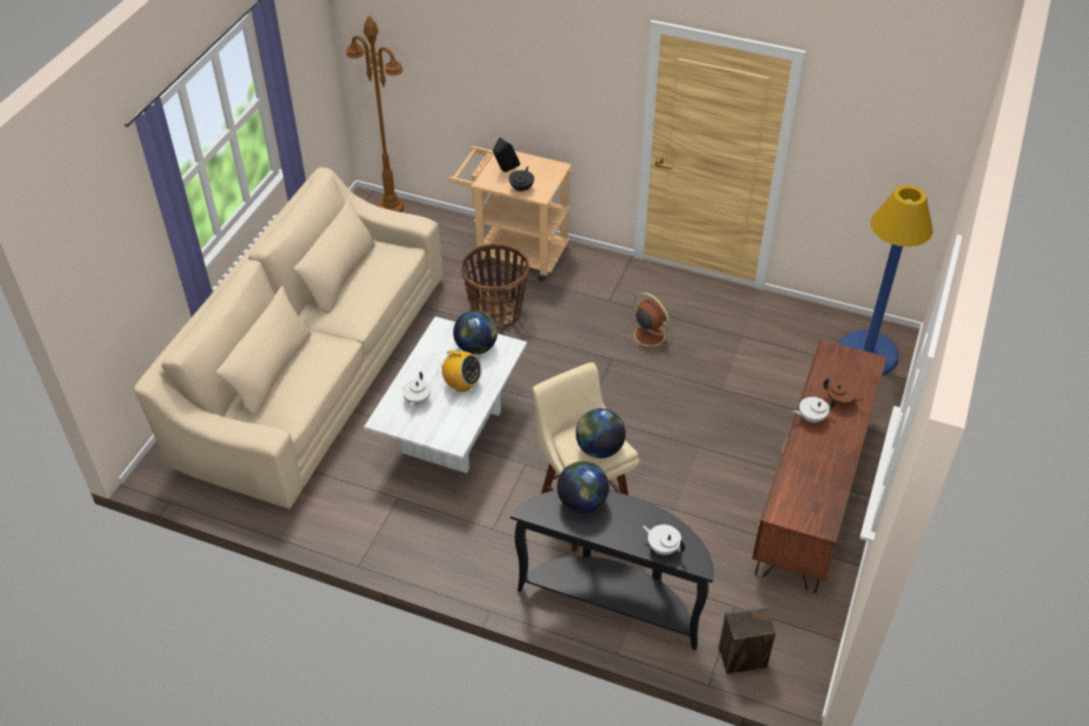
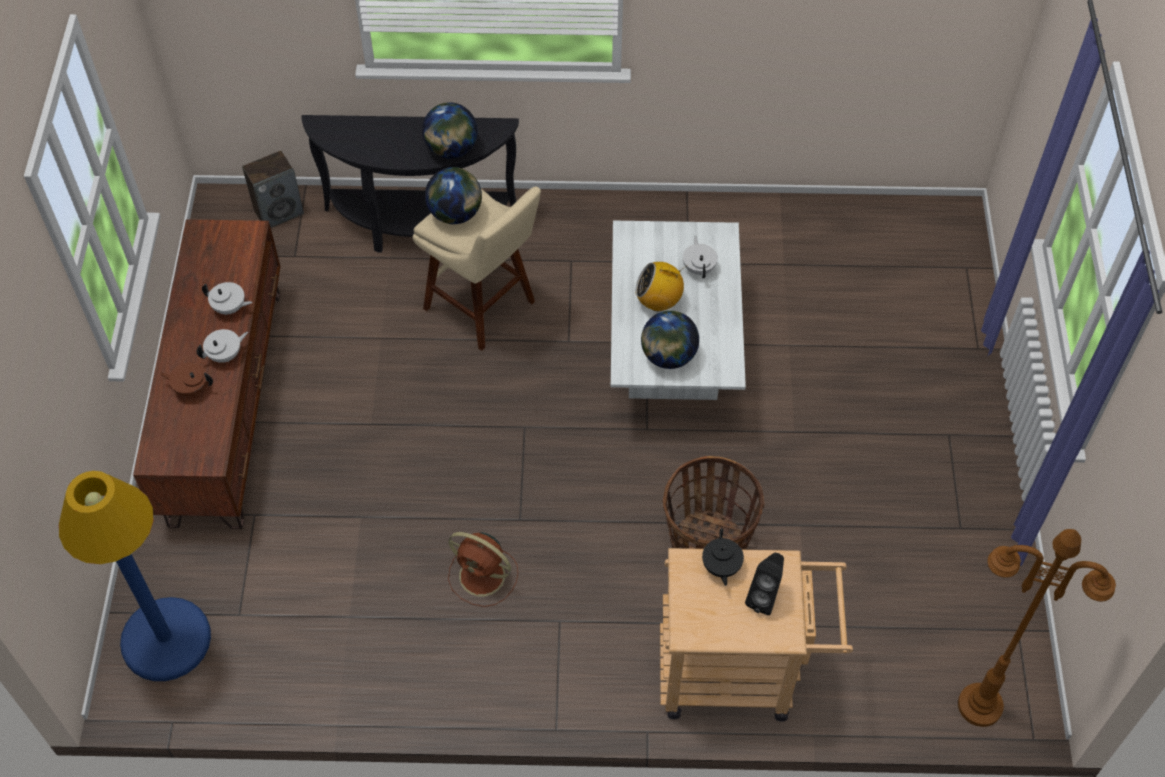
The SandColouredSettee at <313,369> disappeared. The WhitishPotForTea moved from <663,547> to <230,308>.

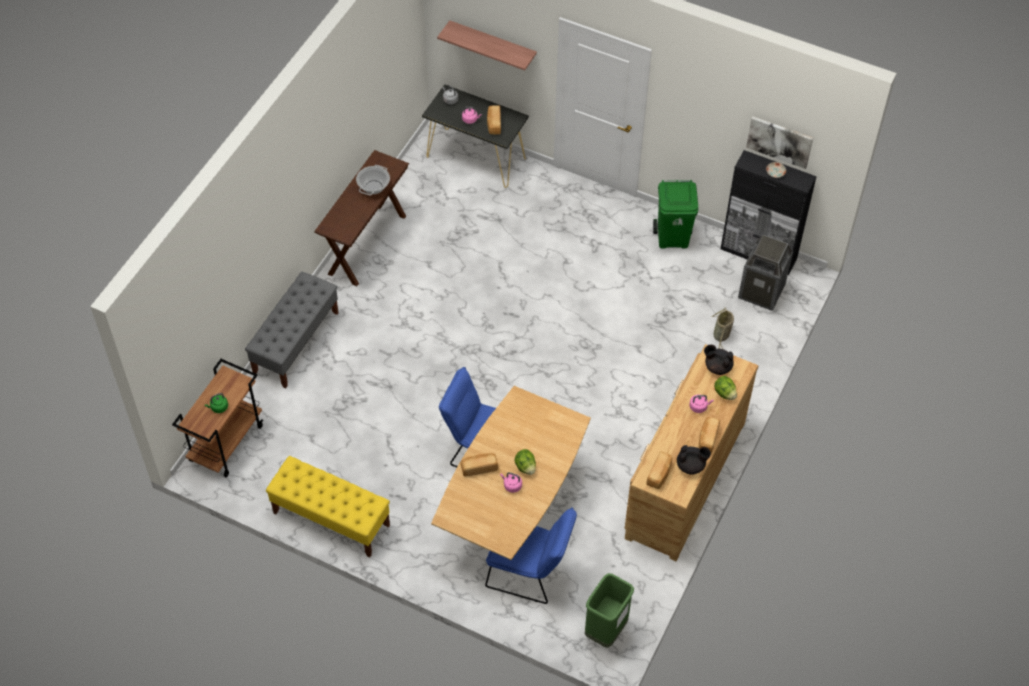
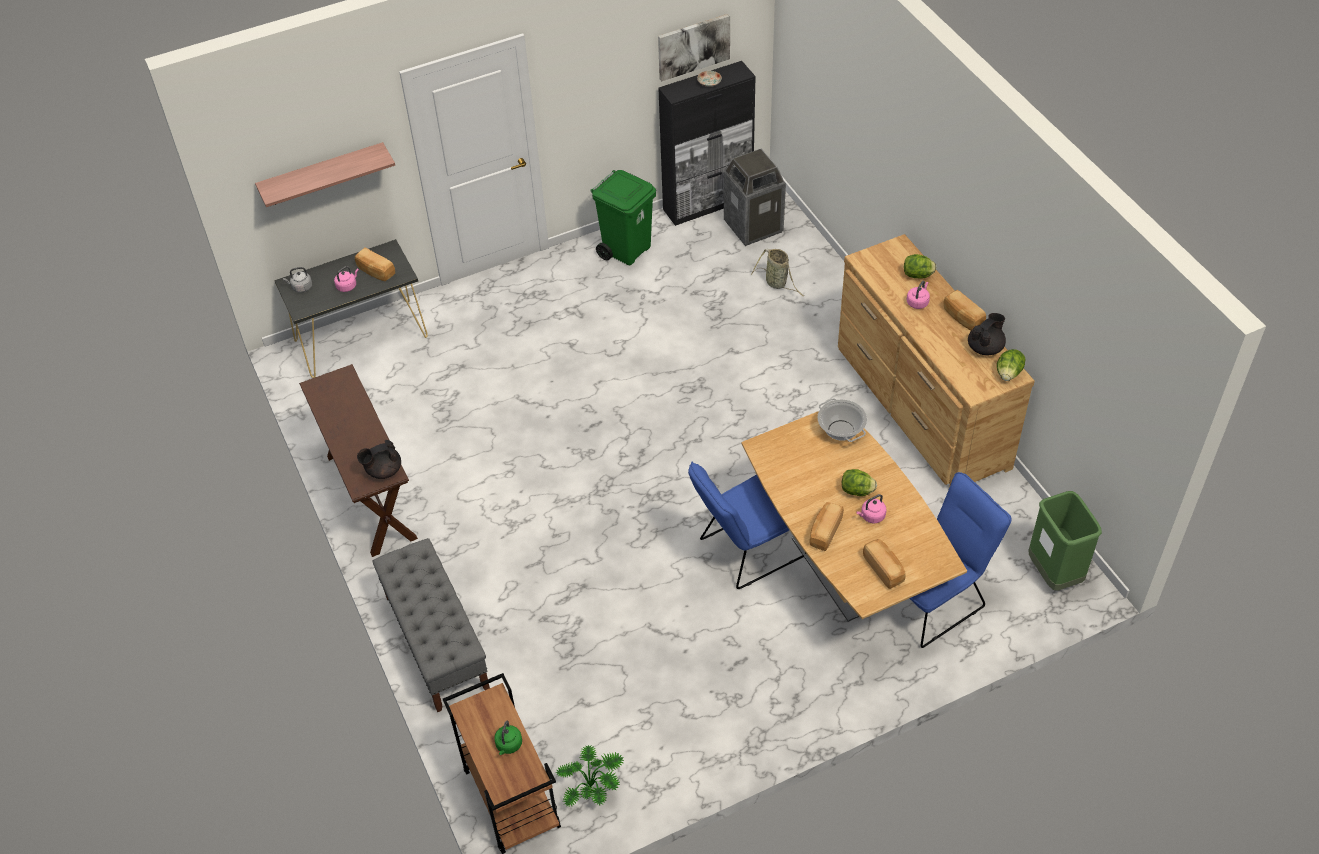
The YellowColouredLongSeat at <331,519> disappeared. The Stockpot moved from <373,187> to <840,430>. The BakedBread moved from <659,474> to <884,569>. The BlackPotForTea moved from <717,367> to <383,470>. The Houseplant at <593,789> appeared. The HeadOfLettuce at <1008,374> appeared.

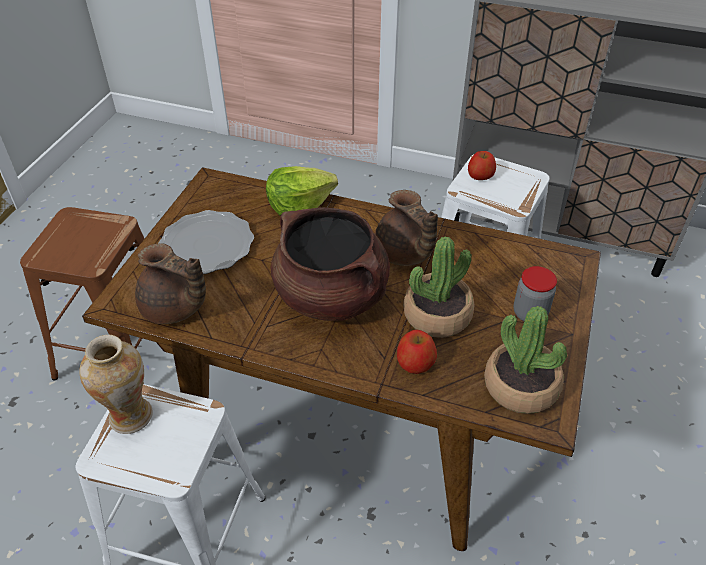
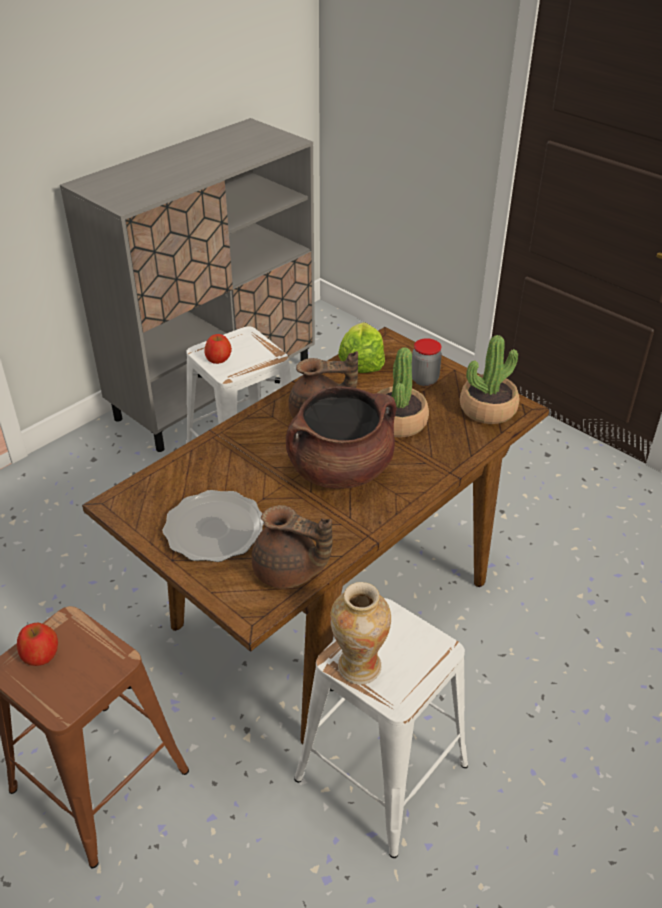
The BrownishPotForTea at <174,309> turned 60 degrees clockwise. The HeadOfLettuce moved from <299,205> to <361,362>. The Apple moved from <415,362> to <40,654>.

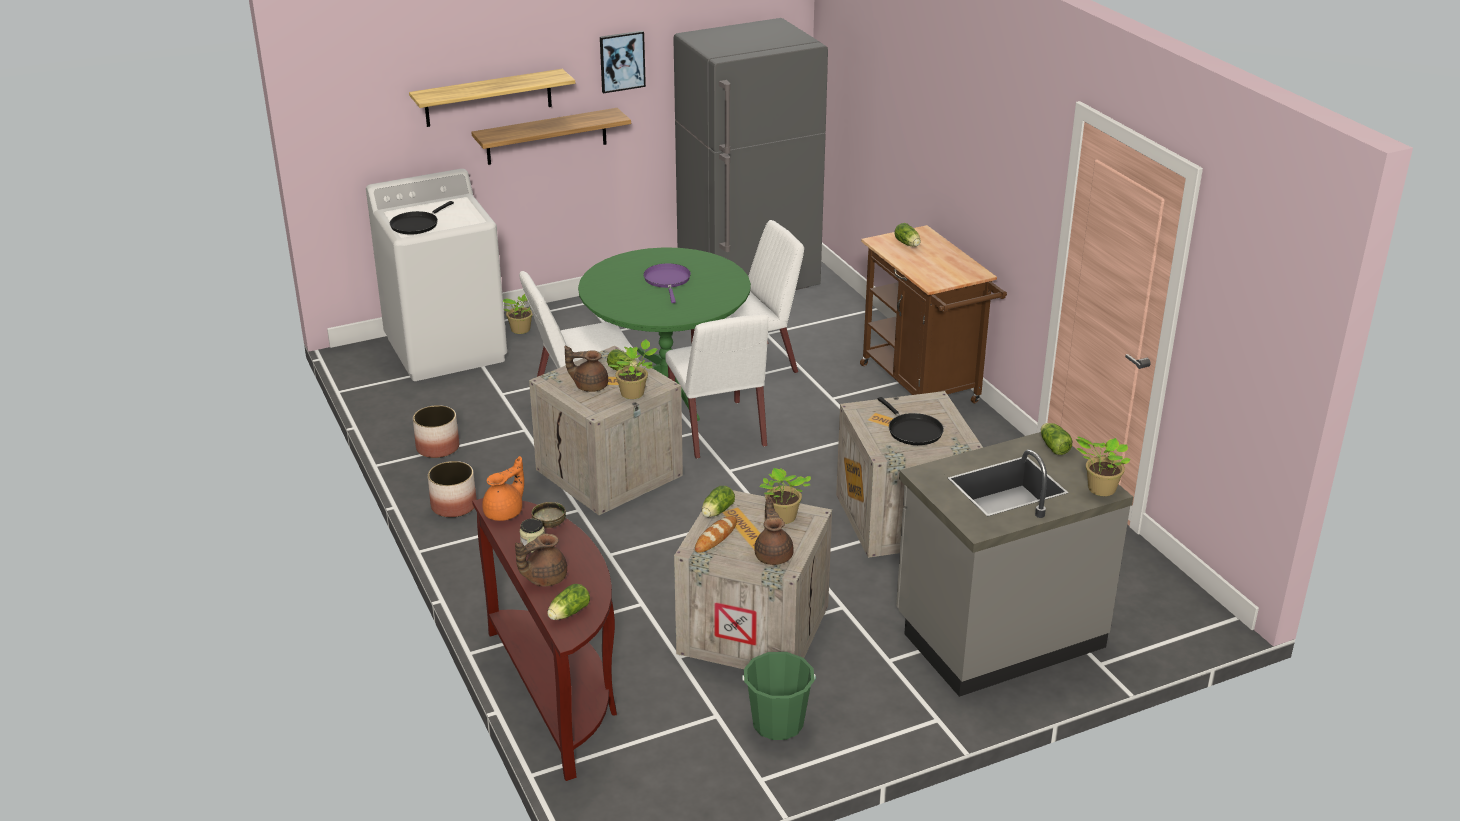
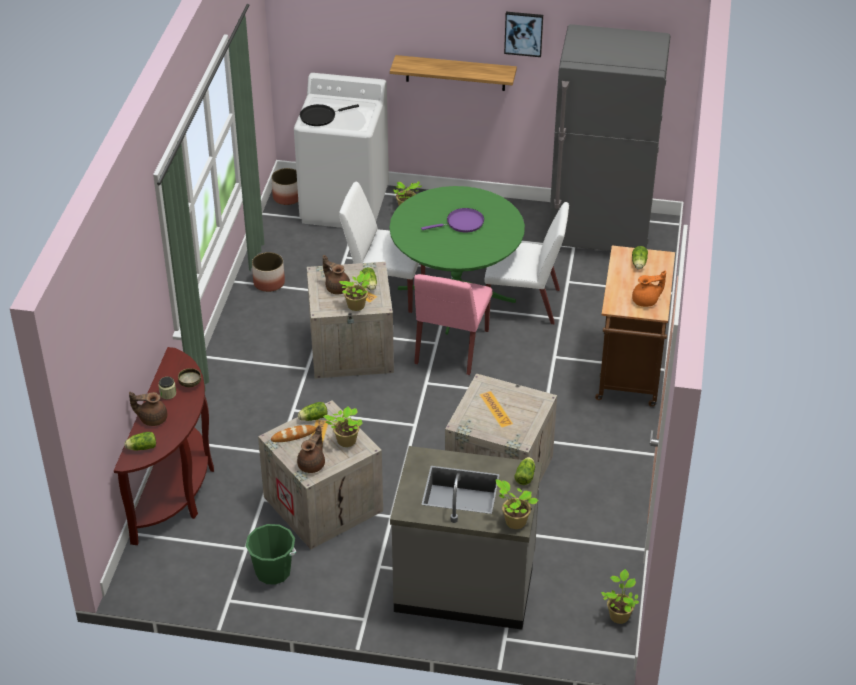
The BracketShelf at <488,98> disappeared. The Planter moved from <454,506> to <287,197>. The OrangeyPotForTea moved from <505,512> to <646,301>. The PurplePan at <667,281> turned 45 degrees clockwise. The WhitishPlainChair at <718,430> became the PinkColouredPlainChair at <451,348>. The BlackPan at <912,431> disappeared. The Houseplant at <619,615> appeared.

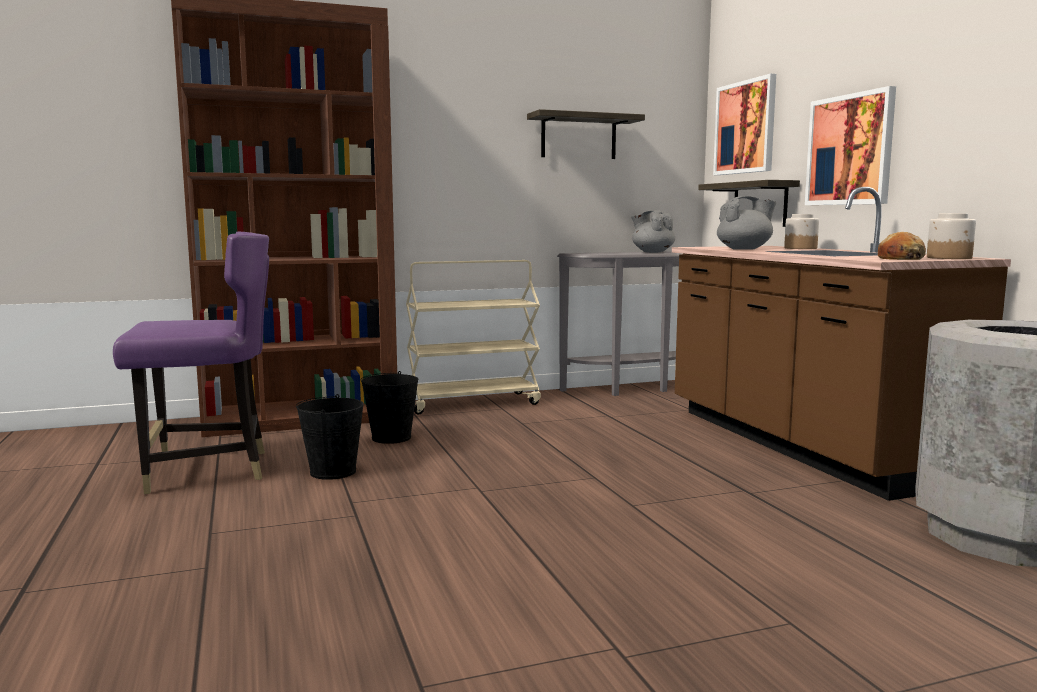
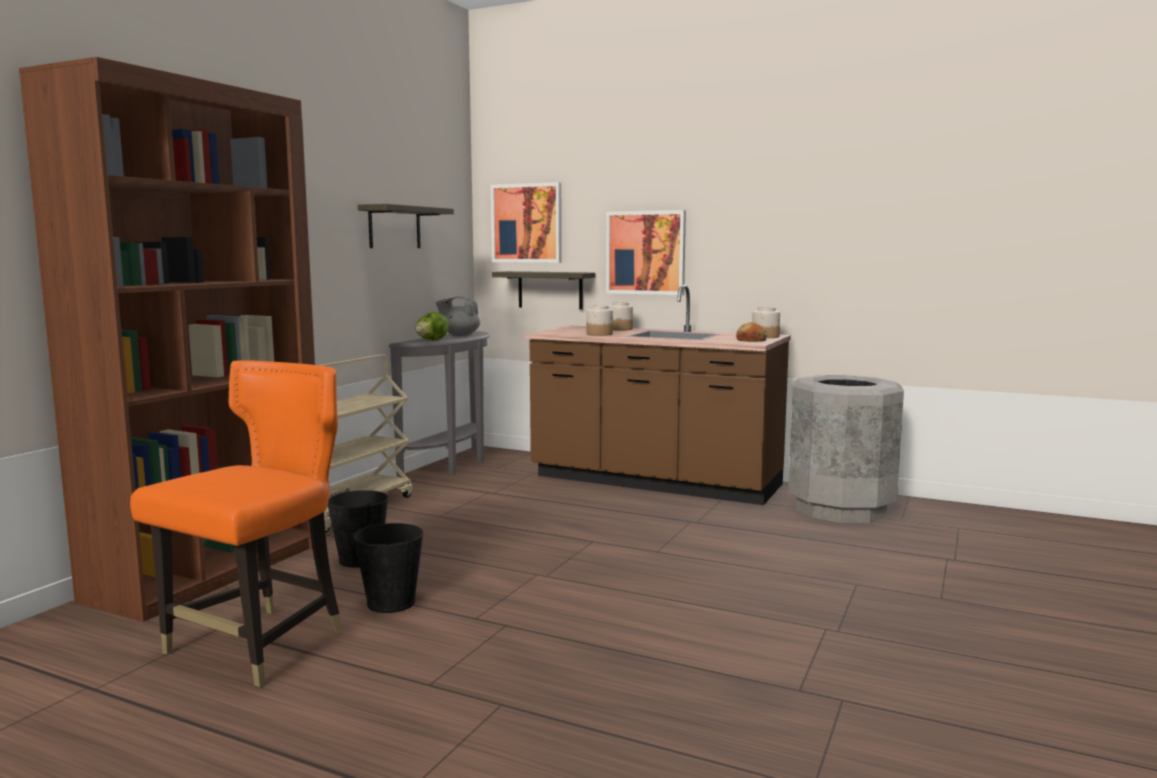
The PurplePlainChair at <207,470> became the OrangeyPlainChair at <259,645>. The GreyishPotForTea at <744,249> was replaced by the StorageJar at <600,334>. The HeadOfLettuce at <431,341> appeared.

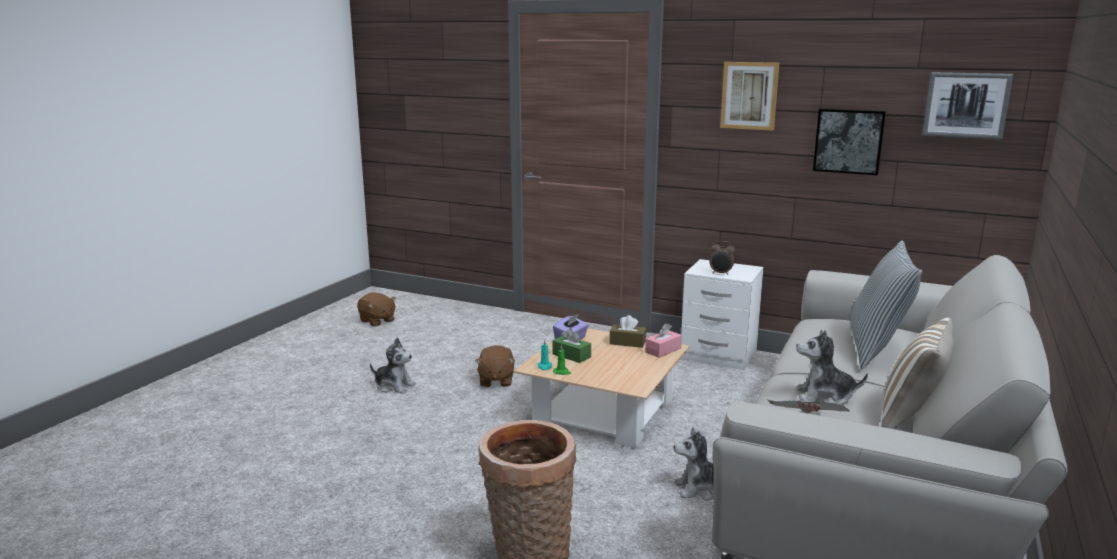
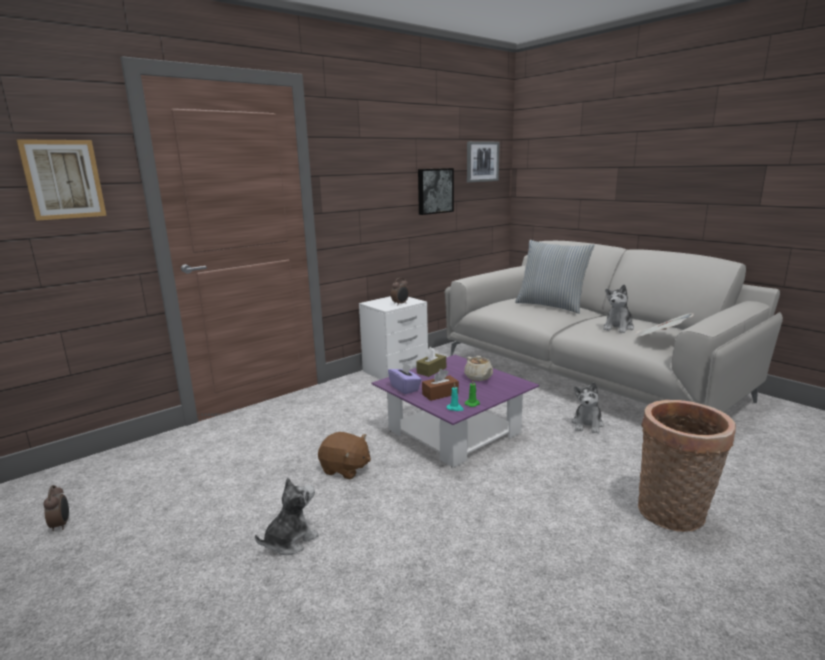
The BrownishPlushToy at <377,321> was replaced by the TableClock at <61,525>. The SandColouredCoffeeTable at <603,412> became the PurpleCoffeeTable at <454,431>. The GreenColouredBoxOfTissues at <571,356> became the BrownishBoxOfTissues at <440,394>. The PinkColouredBoxOfTissues at <663,350> disappeared. The WallPicture moved from <749,95> to <63,179>. The ThrowPillow at <911,419> disappeared. The SandColouredPotForTea at <478,377> appeared.

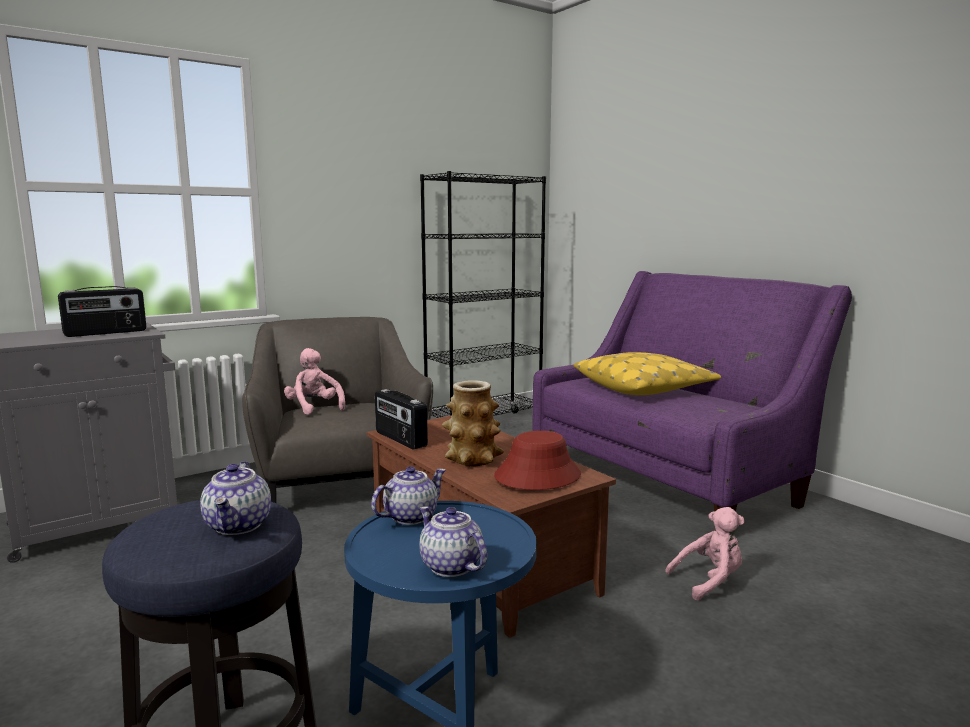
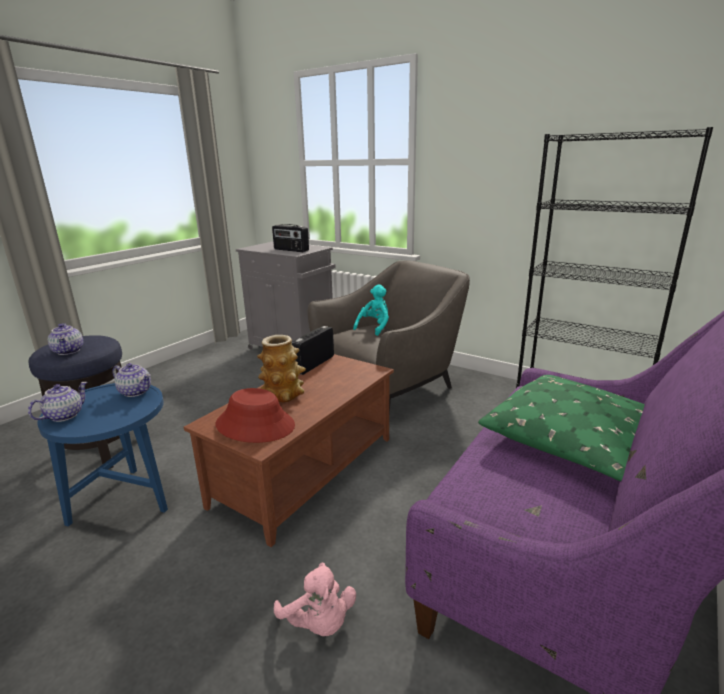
The PotForTea at <239,525> turned 90 degrees counterclockwise. The PinkColouredPlushToy at <314,408> became the TurquoiseColouredPlushToy at <374,327>. The YellowColouredThrowPillow at <645,388> became the GreenColouredThrowPillow at <576,440>.

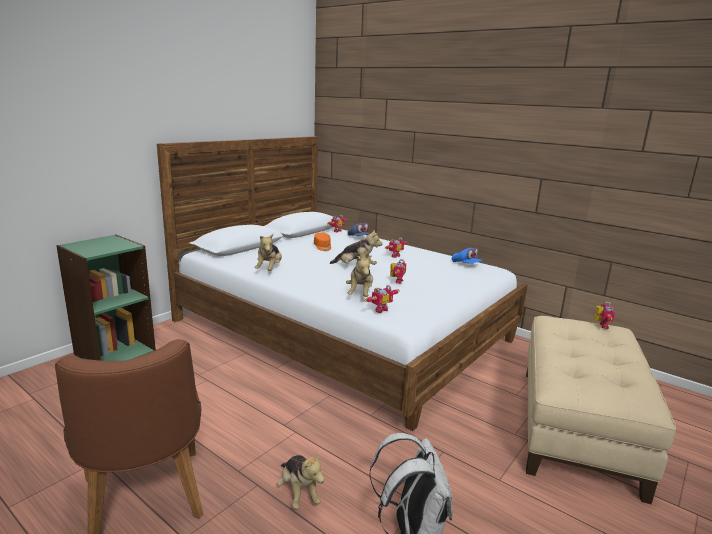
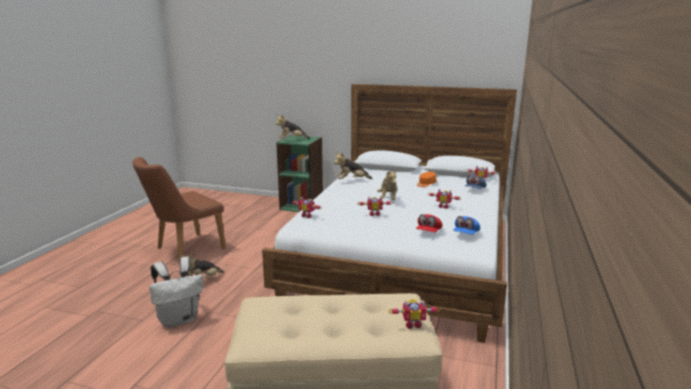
The PlushToy moved from <360,294> to <292,140>. The RedCap at <428,232> appeared.

